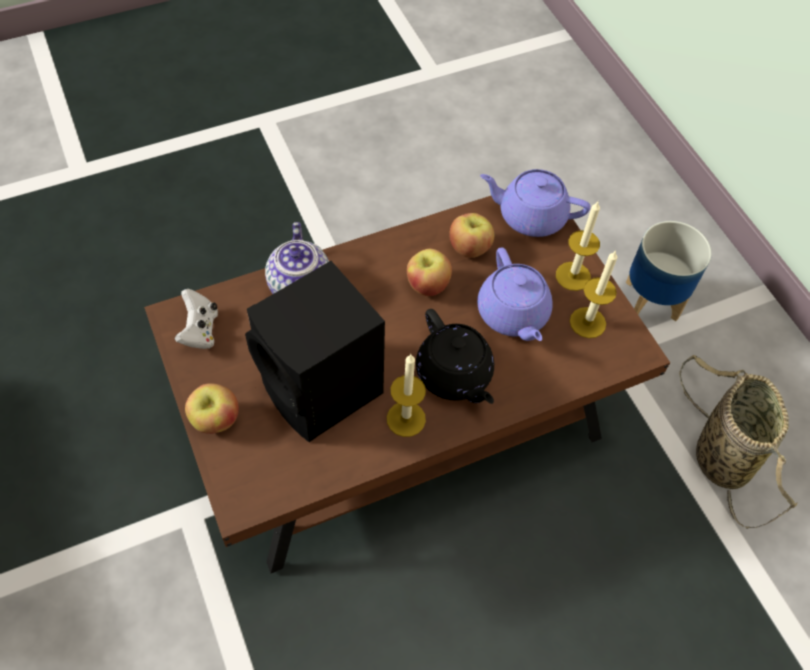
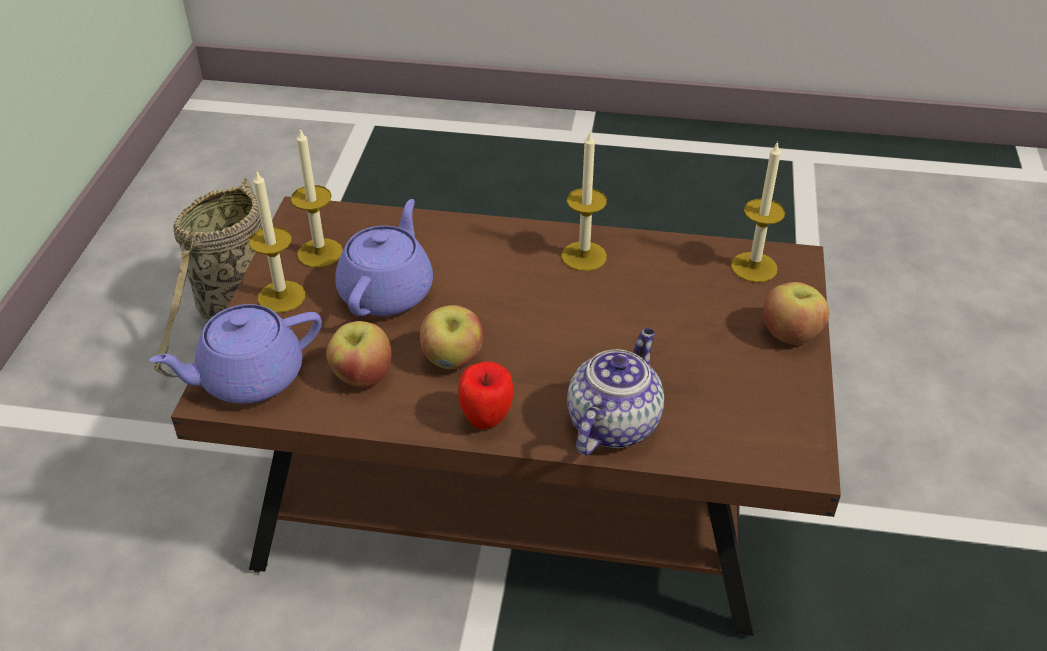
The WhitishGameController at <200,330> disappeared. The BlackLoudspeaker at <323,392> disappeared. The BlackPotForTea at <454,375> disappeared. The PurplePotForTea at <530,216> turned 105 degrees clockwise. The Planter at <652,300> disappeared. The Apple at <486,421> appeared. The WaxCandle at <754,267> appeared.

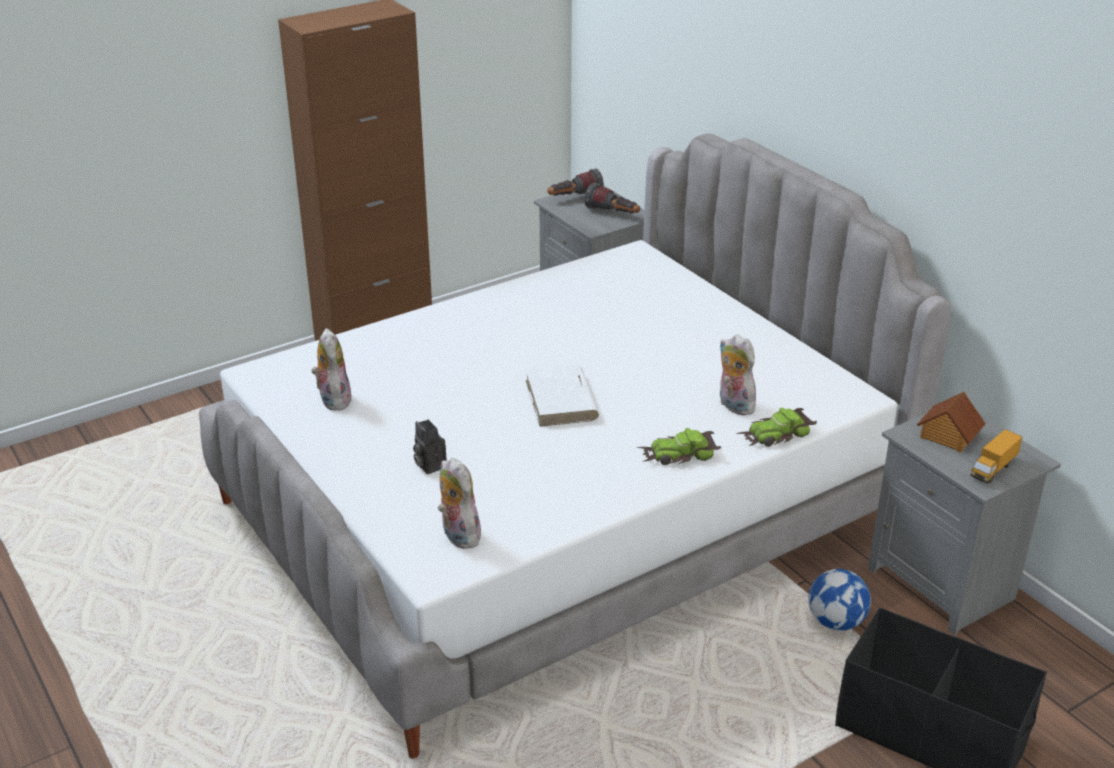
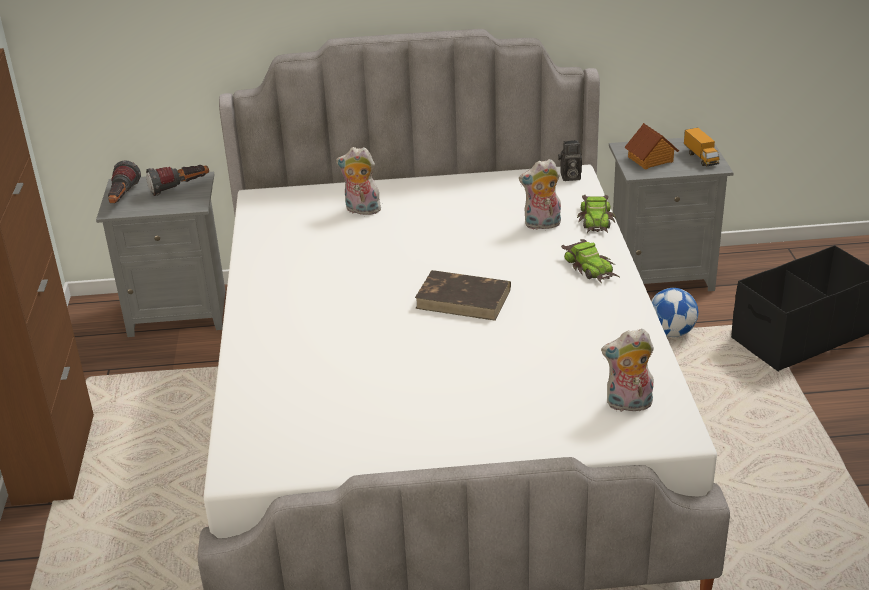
The PlushToy moved from <333,399> to <361,210>. The PhotoCamera moved from <429,465> to <569,177>. The WhitishVolume at <561,400> became the BrownishVolume at <464,299>. The ToyCar at <679,455> turned 45 degrees counterclockwise.

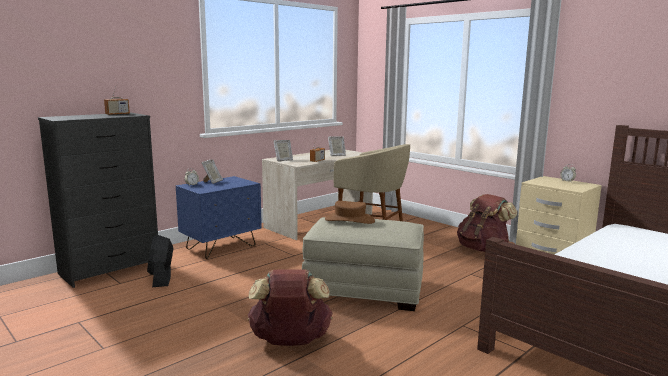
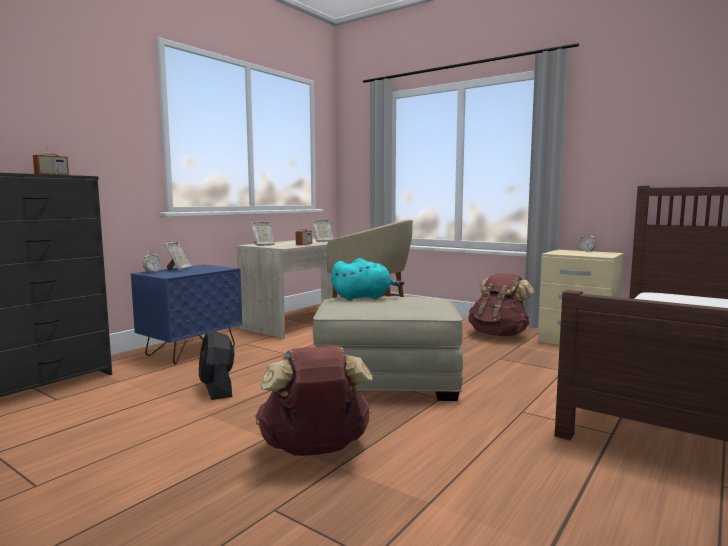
The BlackElectricFan moved from <161,278> to <217,389>. The BrownishHat at <350,220> was replaced by the TurquoiseColouredPlushToy at <364,297>.

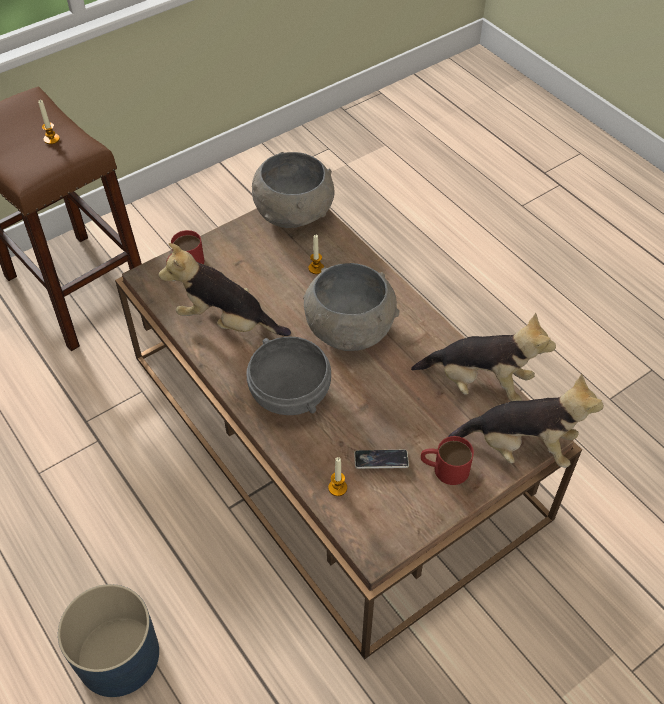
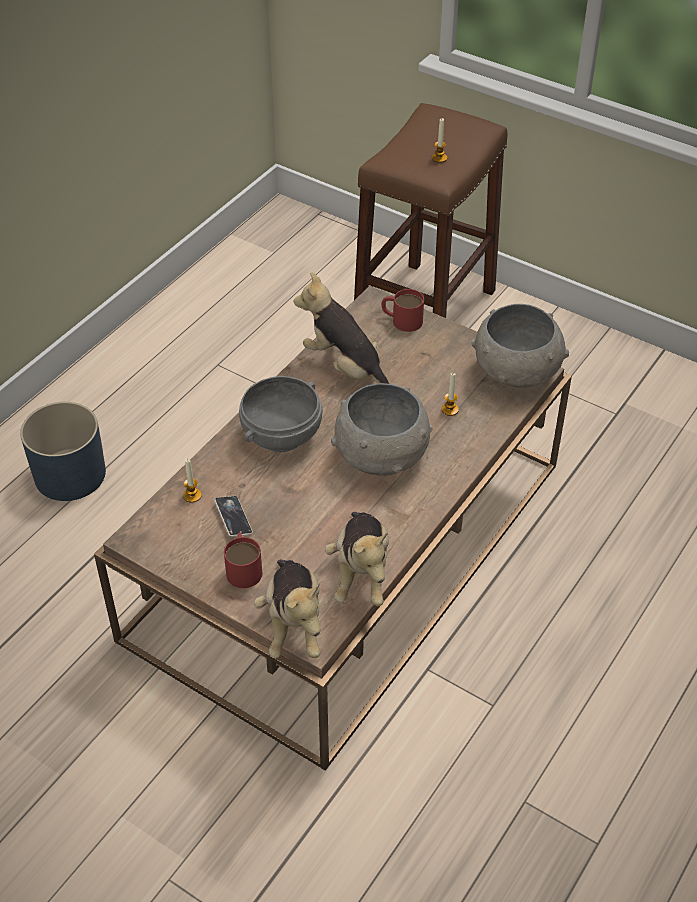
The PlushToy at <226,322> turned 45 degrees counterclockwise.

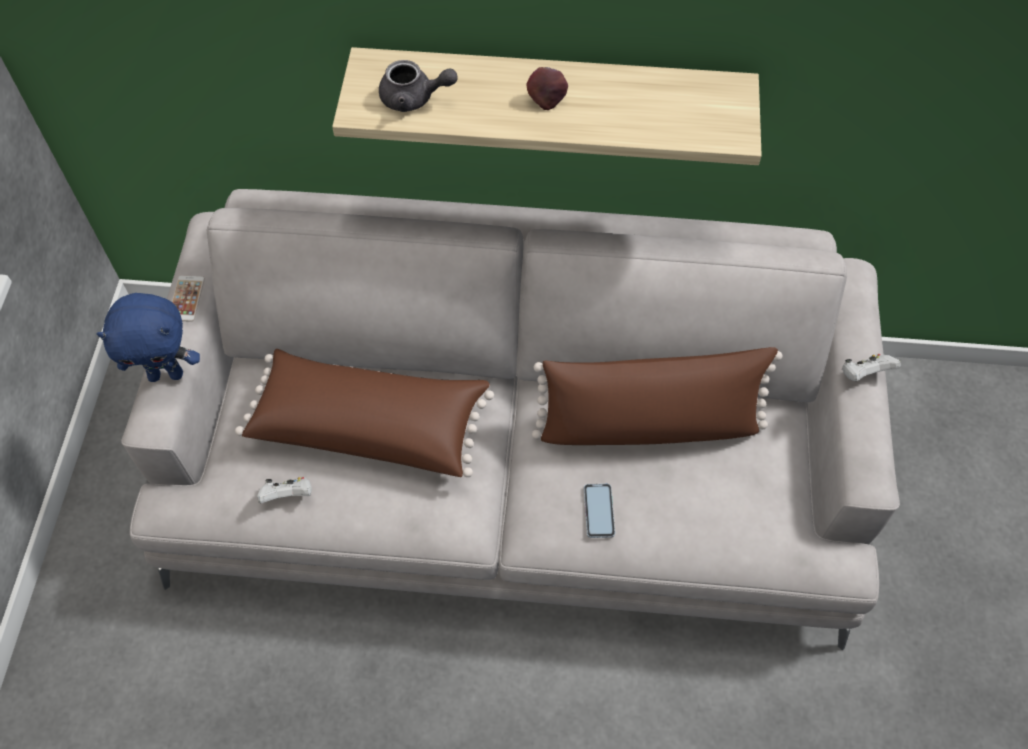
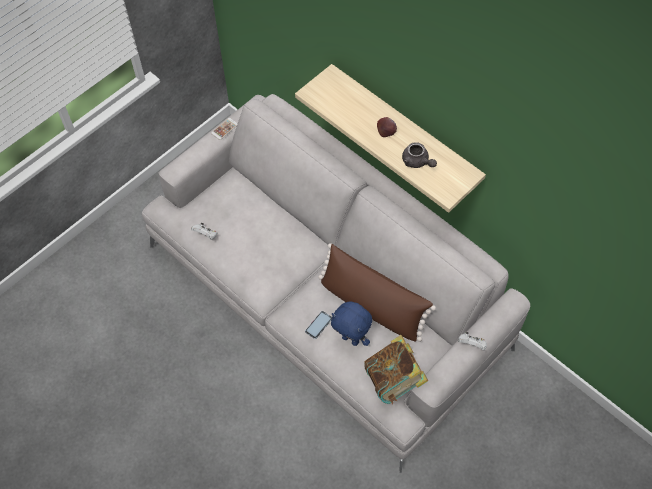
The BlueColouredPlushToy moved from <167,374> to <351,339>. The BrownishThrowPillow at <370,424> disappeared. The GreyishPotForTea moved from <414,98> to <417,162>. The Volume at <394,380> appeared.

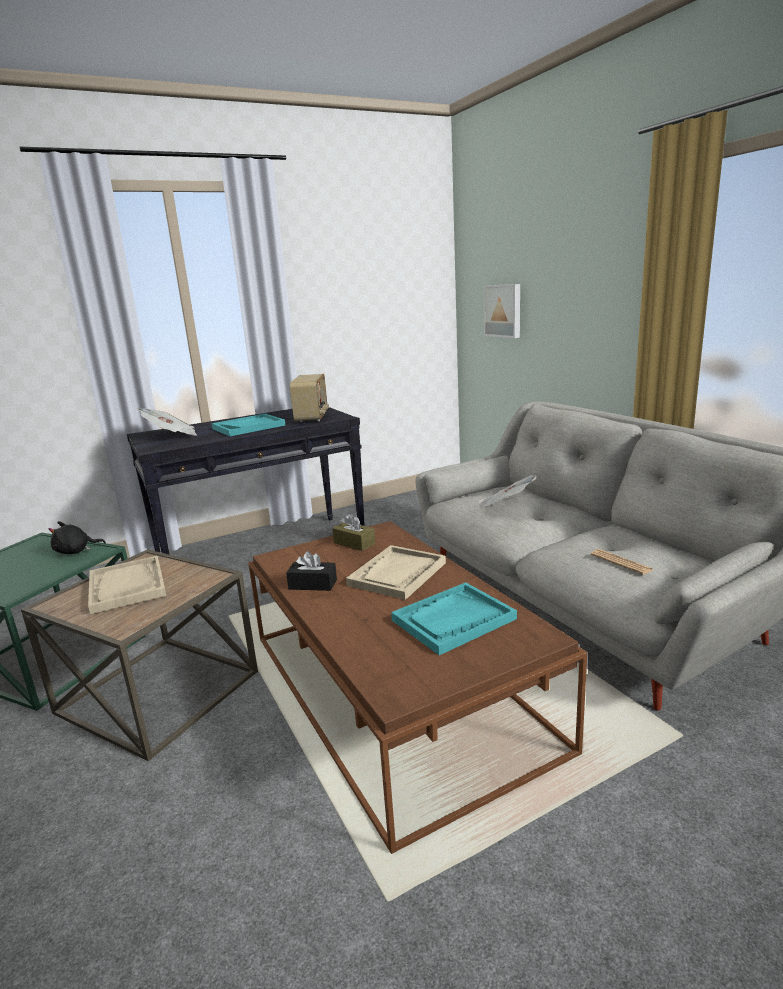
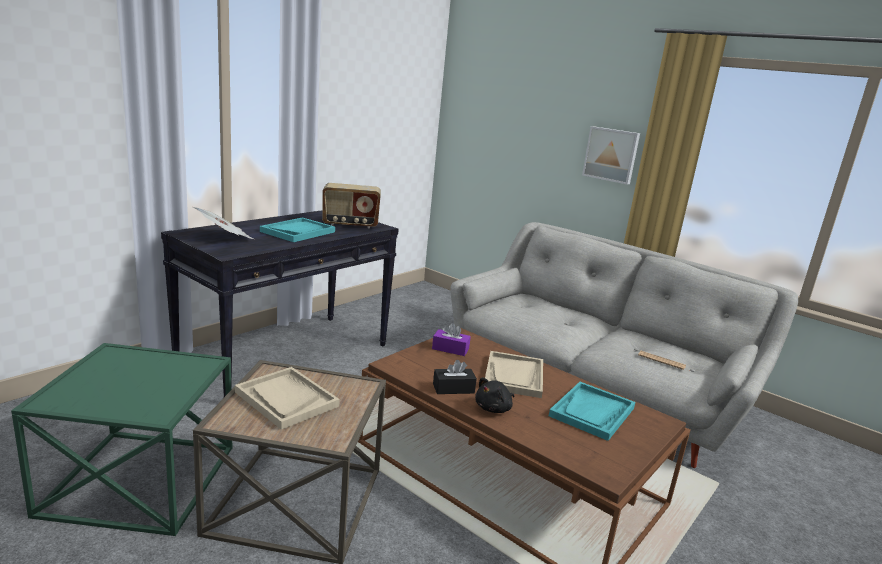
The BlackPlushToy moved from <75,551> to <494,408>. The RadioSet at <312,417> turned 105 degrees clockwise. The BrownishBoxOfTissues at <354,543> became the PurpleBoxOfTissues at <450,349>. The Newspaper at <504,507> disappeared. The WallPicture moved from <503,310> to <611,154>.

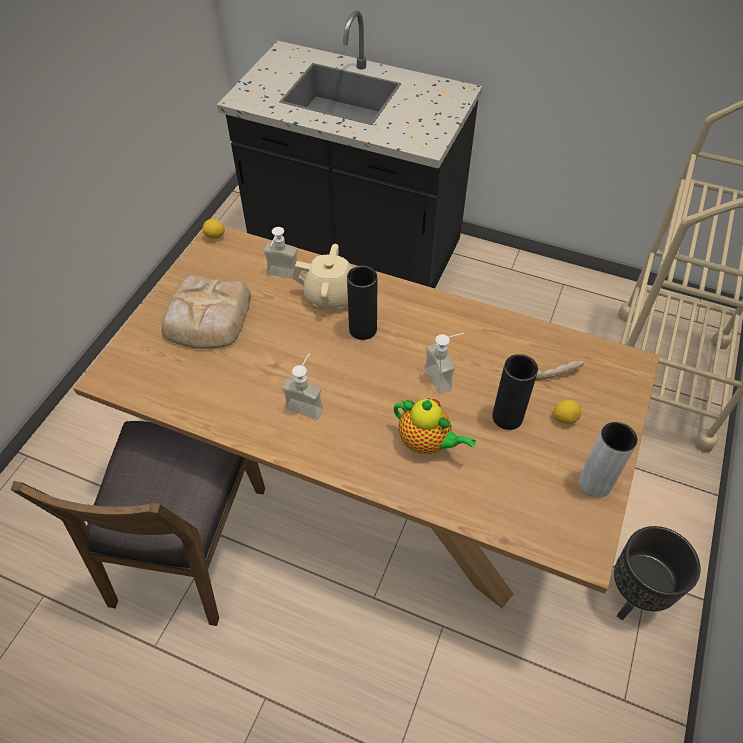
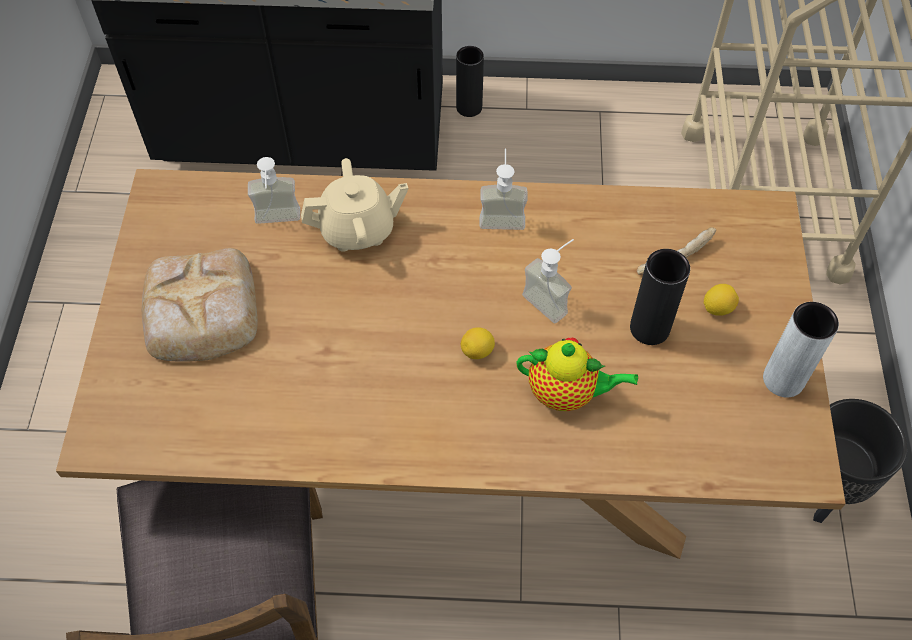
The WholeLemon moved from <215,236> to <477,351>. The SoapBottle moved from <307,403> to <502,215>. The BlackDecorativeVase moved from <363,329> to <469,107>.

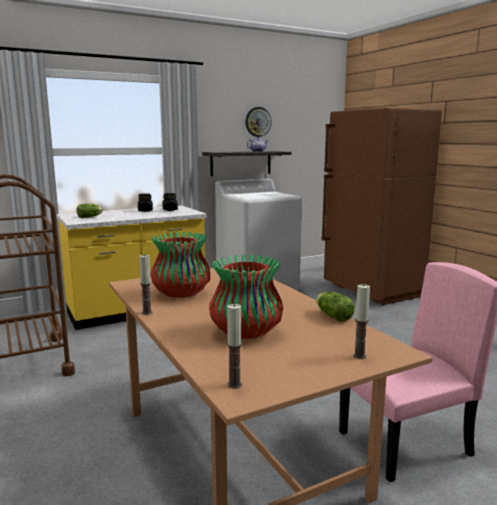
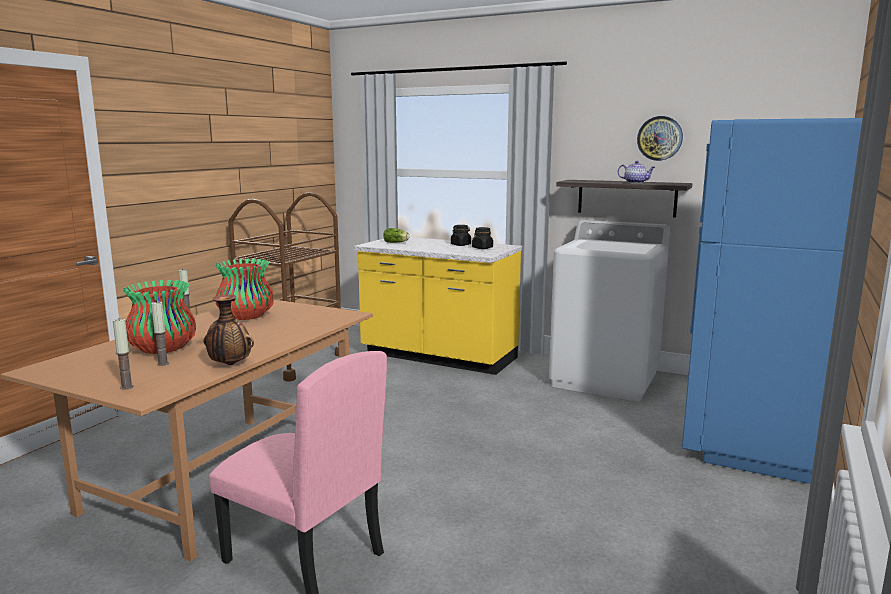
The WaxCandle moved from <234,384> to <163,363>. The HeadOfLettuce at <332,316> was replaced by the DecorativeVase at <229,365>. The BrownishKitchenFridge at <372,291> became the BlueColouredKitchenFridge at <747,443>.

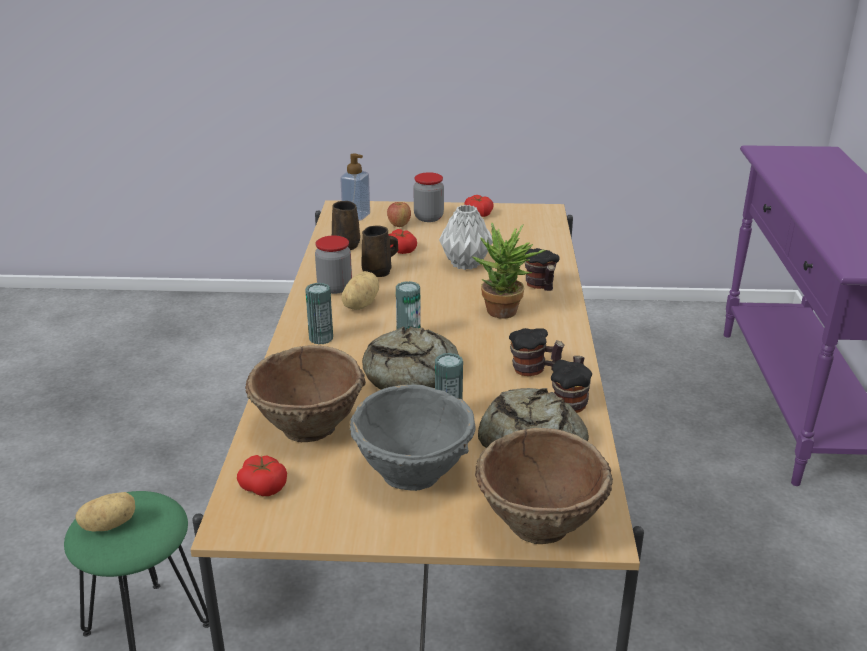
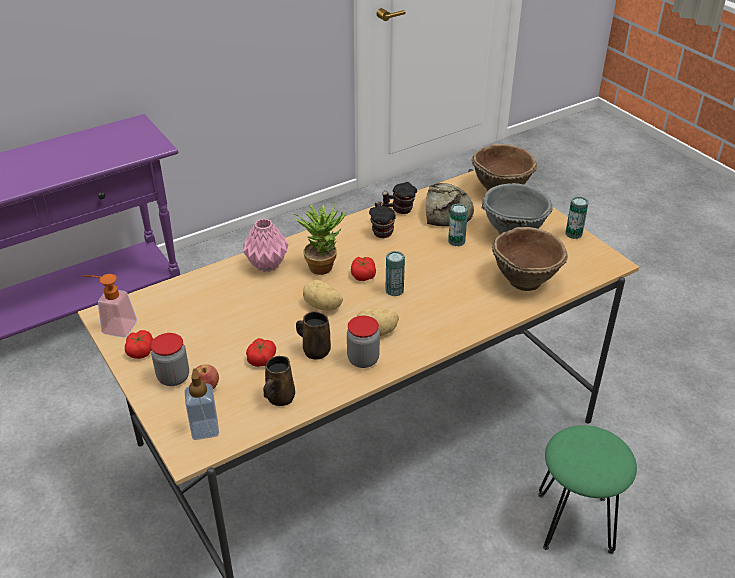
The WholePotato moved from <109,525> to <322,306>. The Tomato moved from <263,486> to <363,275>. The SealedCan moved from <321,338> to <573,234>. The BakedBread at <412,373> disappeared. The GreyishDecorativeVase at <465,264> disappeared. The Mug at <541,287> was replaced by the PinkColouredDecorativeVase at <268,265>. The SoapBottle at <114,327> appeared.

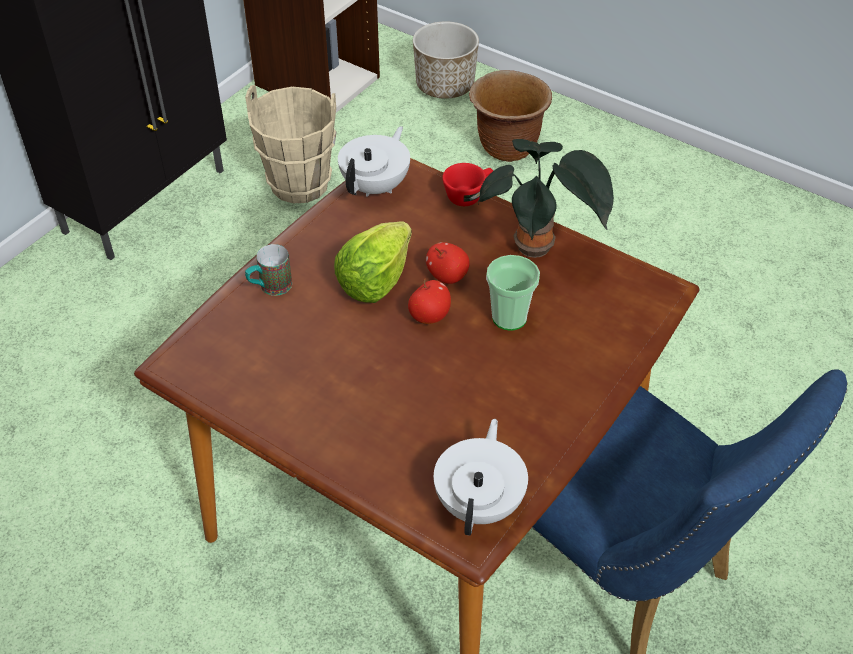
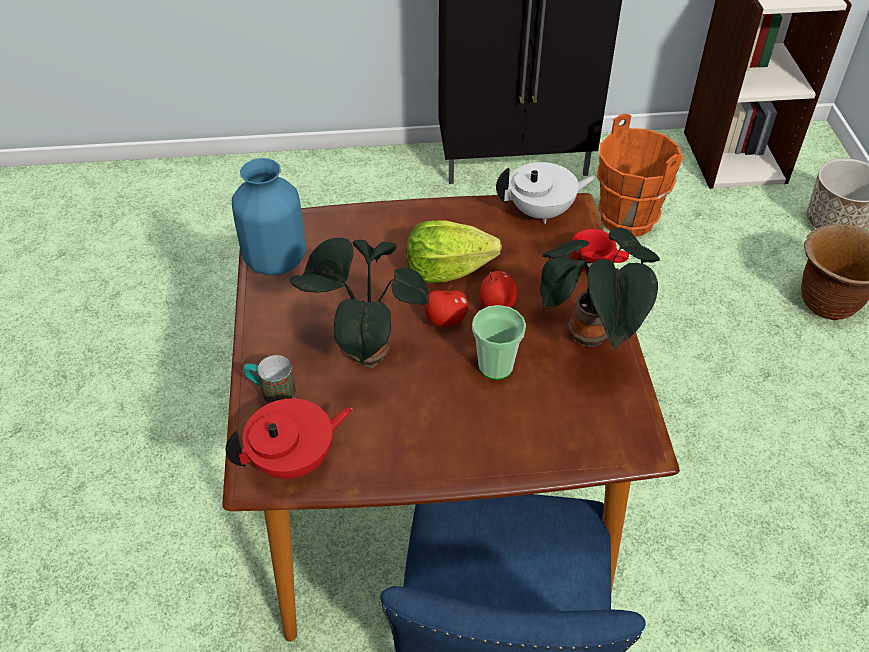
The SandColouredWaterBucket at <299,185> became the OrangeyWaterBucket at <626,219>. The Mug moved from <270,287> to <272,394>. The WhitishPotForTea at <480,502> became the RedPotForTea at <294,460>. The BlueColouredDecorativeVase at <275,261> appeared. The Houseplant at <364,353> appeared.

